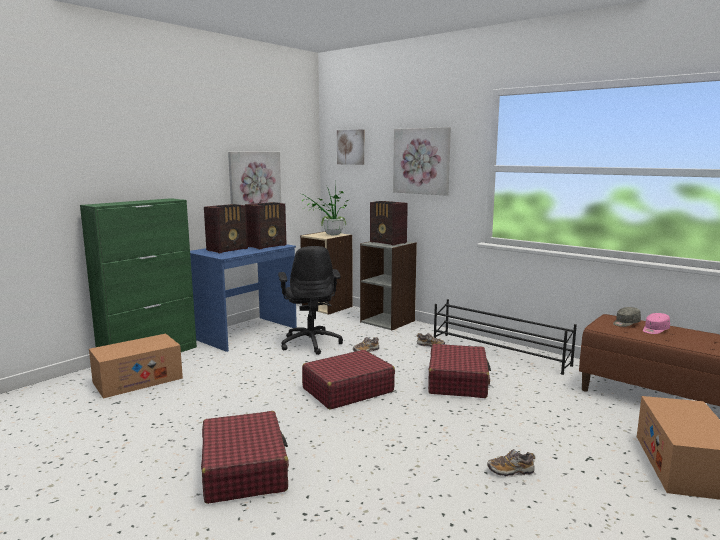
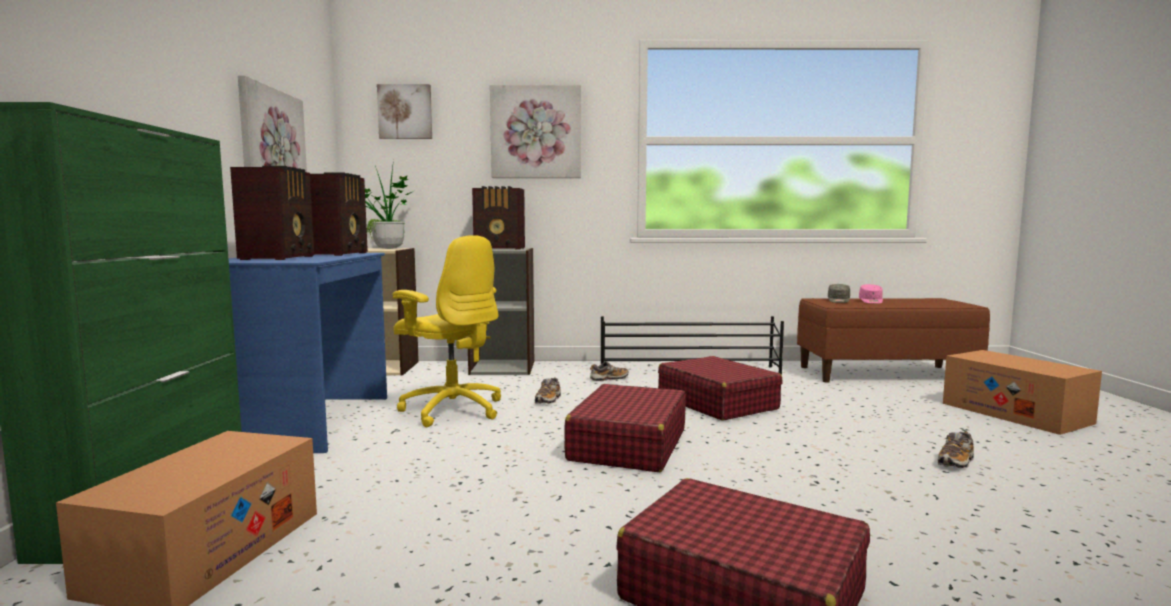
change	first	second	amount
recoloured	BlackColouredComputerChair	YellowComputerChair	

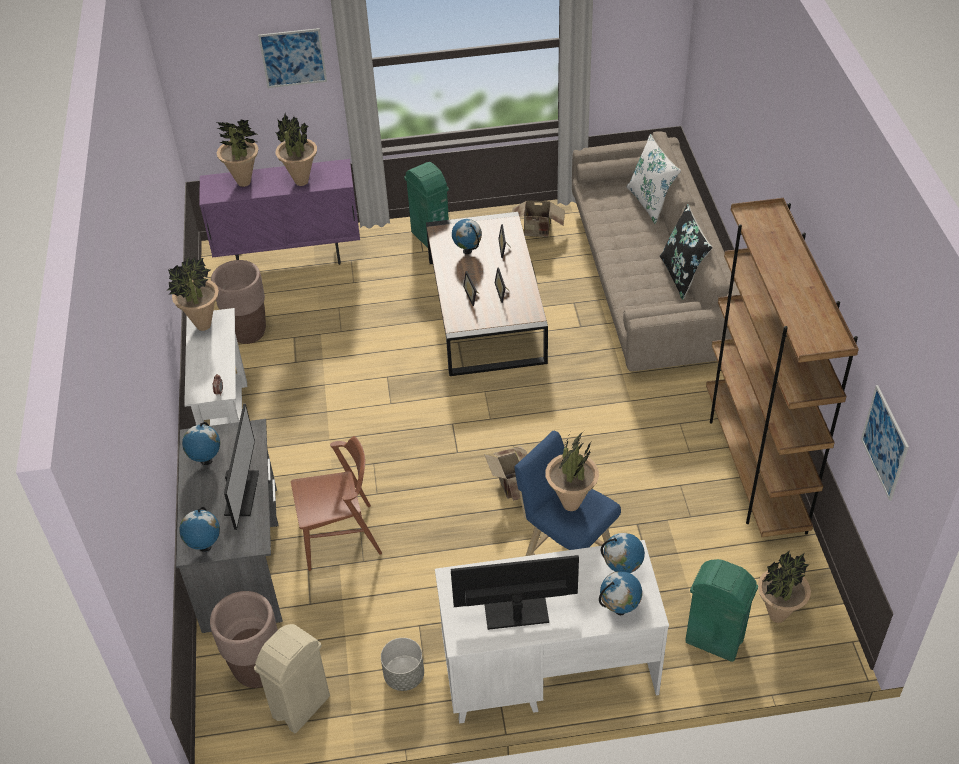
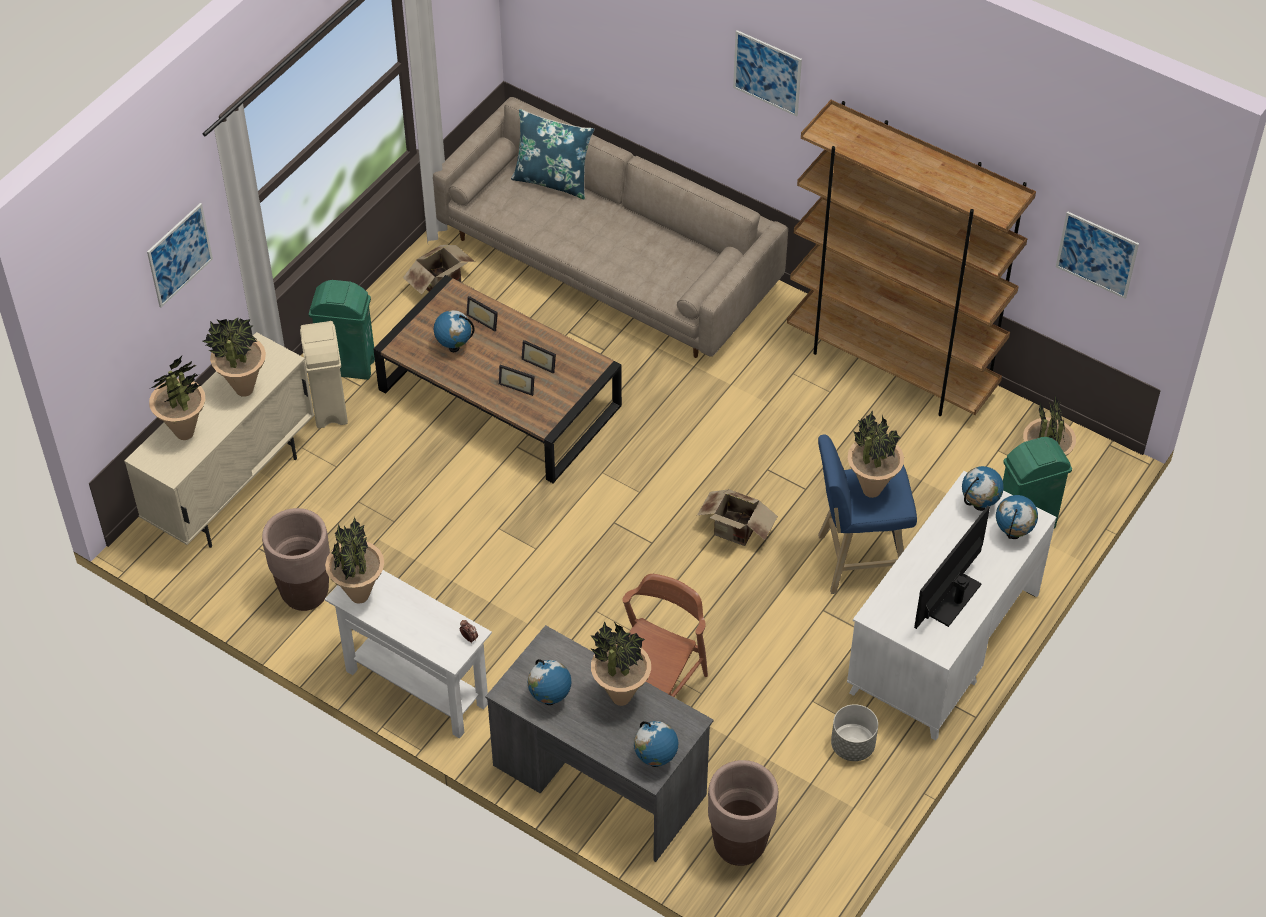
change	first	second	amount
recoloured	PurpleColouredStorageCabinet	BeigeColouredStorageCabinet	
moved	BeigeColouredTrashCan		
recoloured	WhitePillow	BlueColouredPillow	
replaced	Monitor (1st from left)	PottedPlant (4th from left)	
added		WallArt (2nd from left)	
removed	BlackColouredPillow		

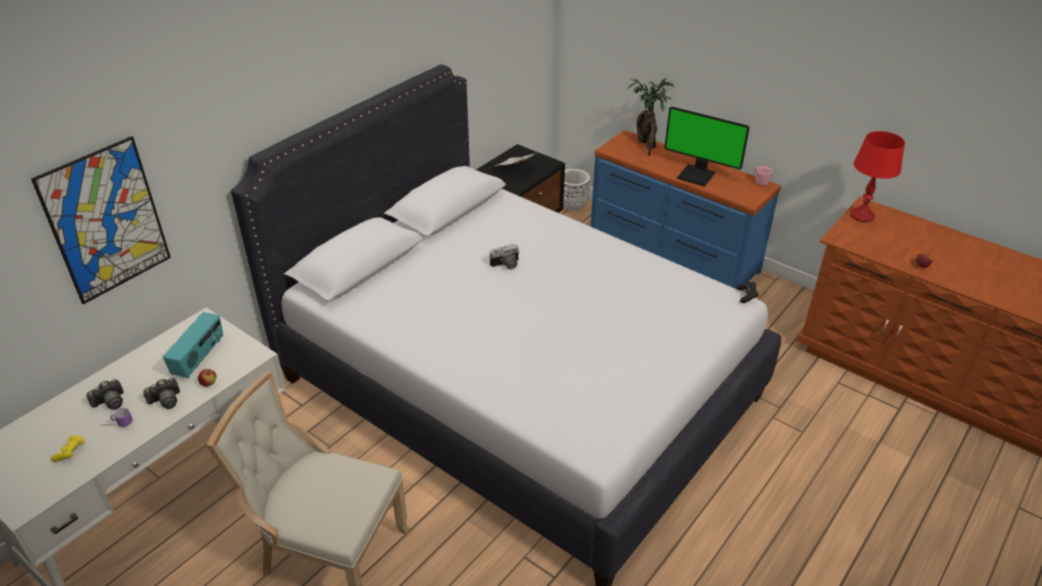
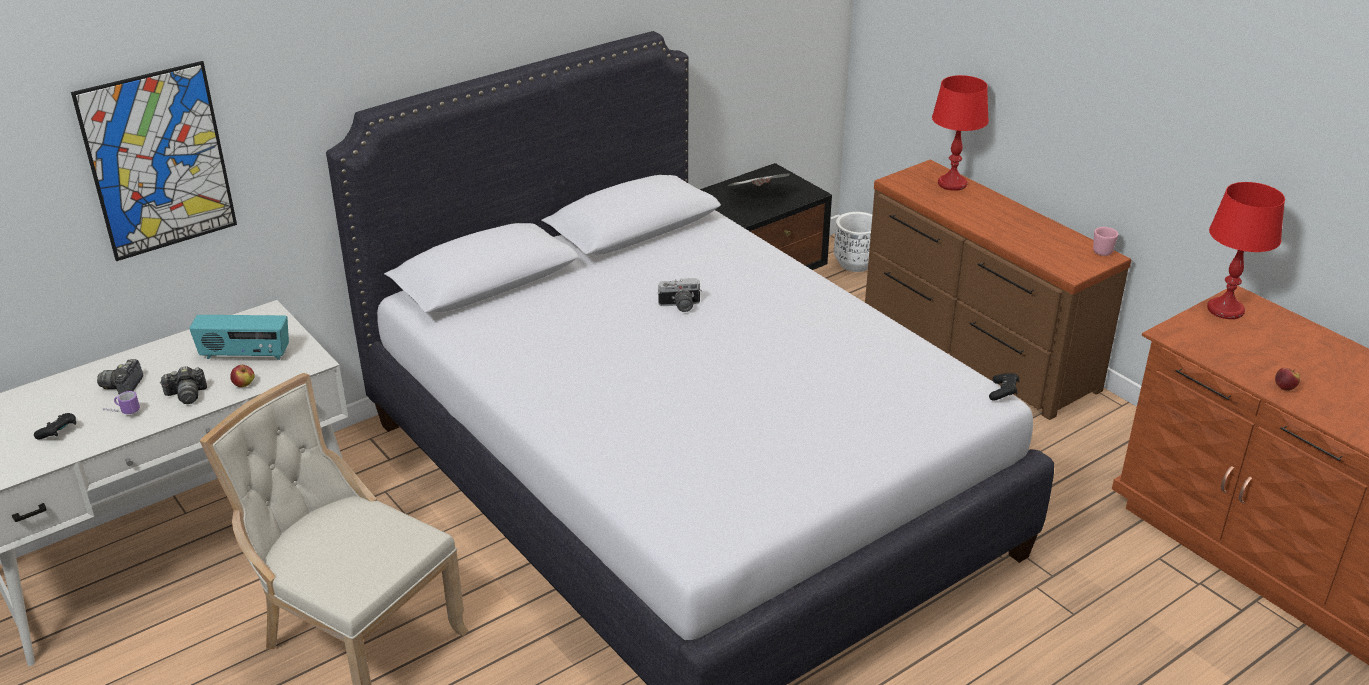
change	first	second	amount
recoloured	YellowGameController	BlackColouredGameController (1st from left)	
turned	StillCamera (1st from left)		120 degrees clockwise
turned	RadioReceiver		60 degrees clockwise
recoloured	BlueColouredChestOfDrawers	BrownishChestOfDrawers (1st from left)	
replaced	PottedPlant	RedColouredLampForATable (1st from left)	
removed	Monitor		

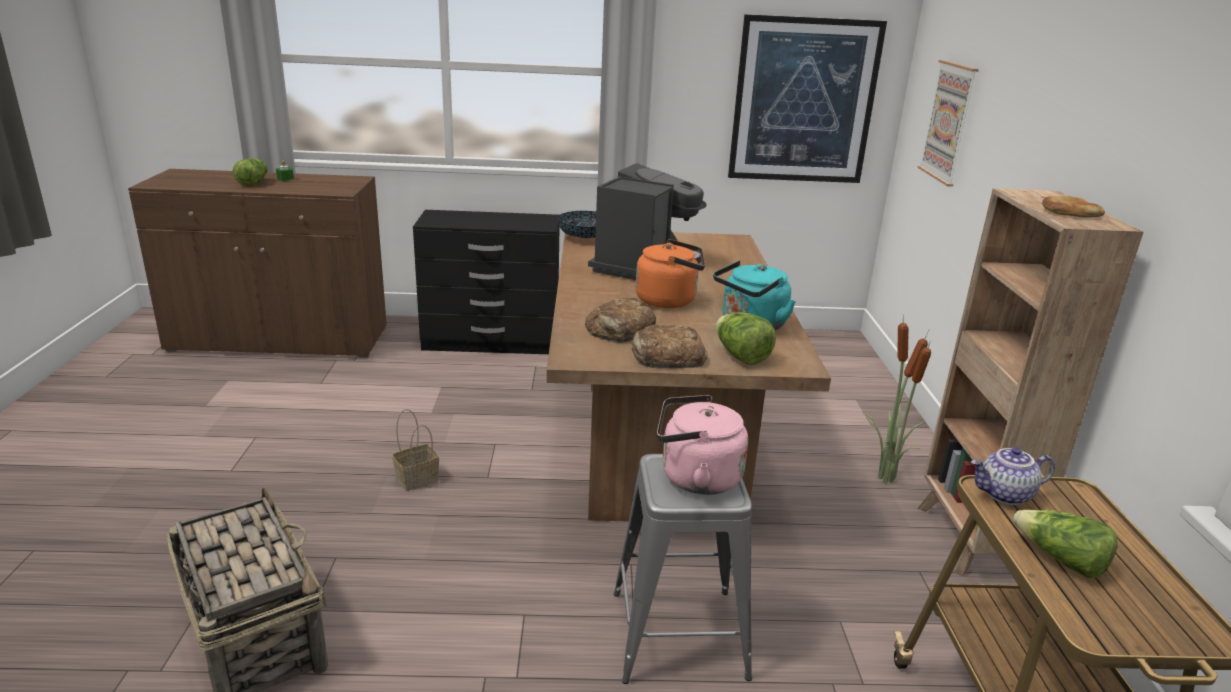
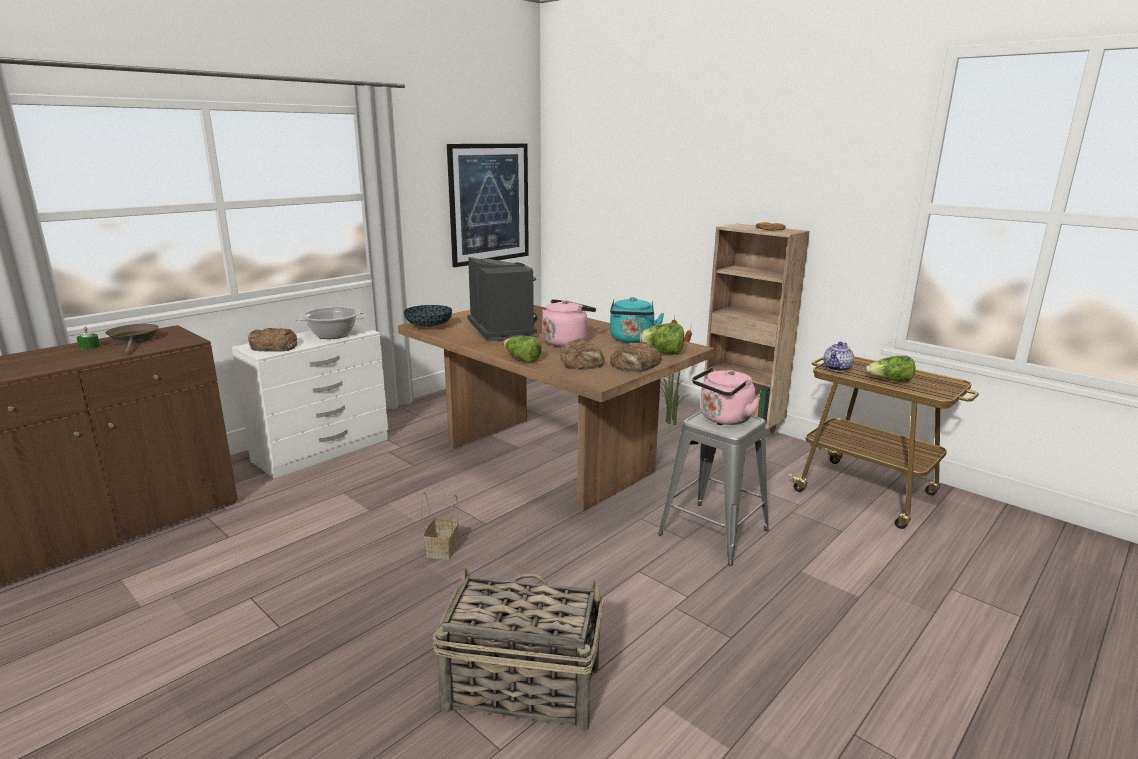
change	first	second	amount
added		BrownishFryingPan	
recoloured	BlackColouredChestOfDrawers	WhiteChestOfDrawers	
added		BakeryBread (1st from left)	
added		Stockpot	
moved	LettuceHead (1st from left)		
recoloured	OrangeTeaKettle	PinkColouredTeaKettle (1st from left)	
removed	WallArt (2nd from left)		

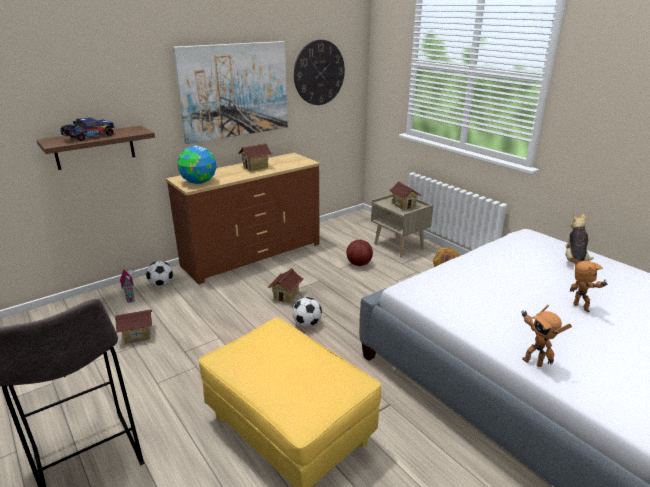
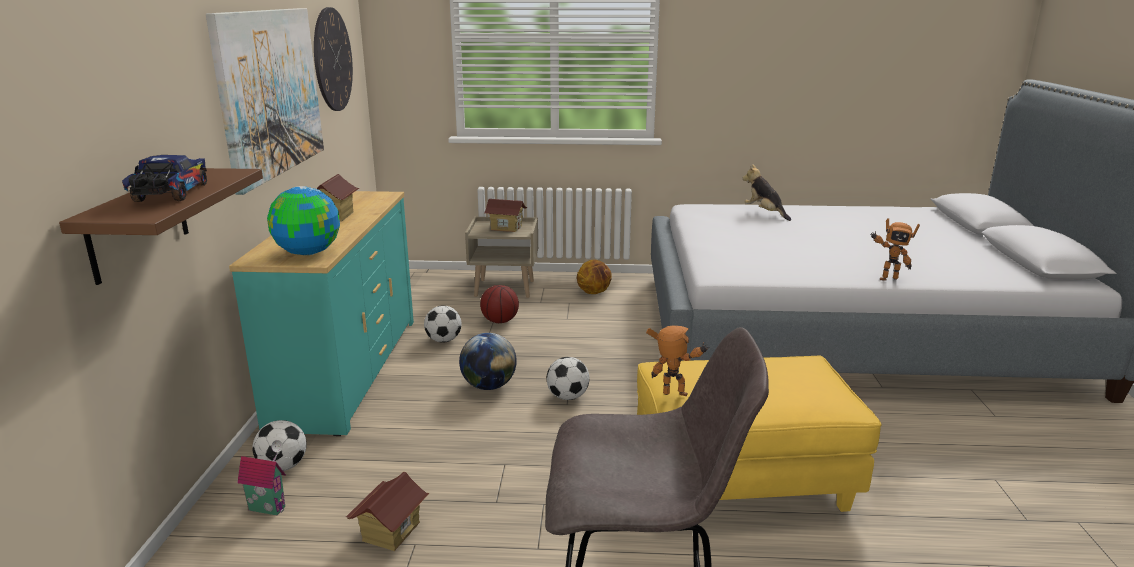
change	first	second	amount
recoloured	BrownishChestOfDrawers	BlueGreenChestOfDrawers	
added		Football (2nd from left)	
replaced	ModelHouse (4th from left)	DeskGlobe (2nd from left)	
moved	ModelRobot (2nd from left in the first image)	ModelRobot (1st from left)	

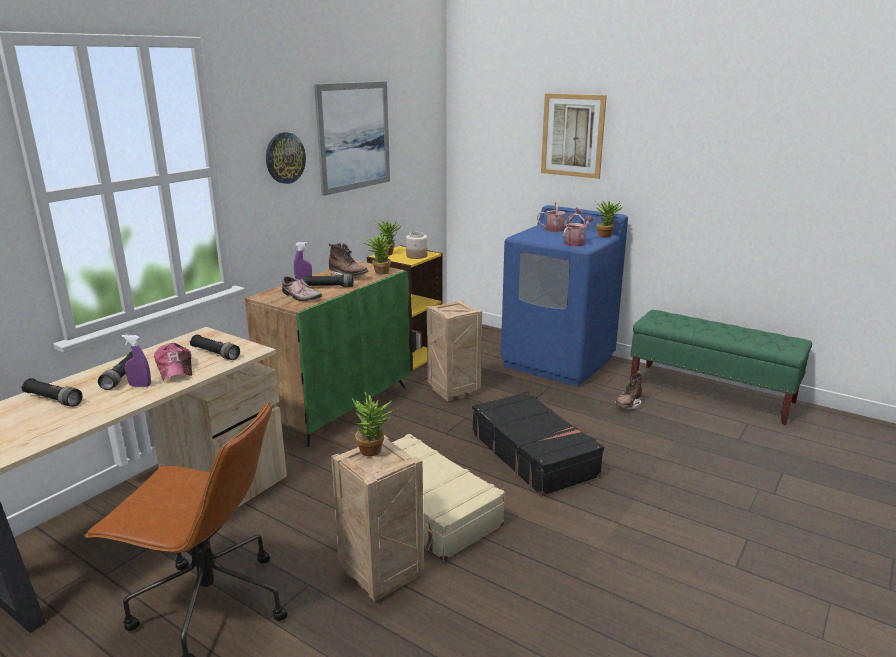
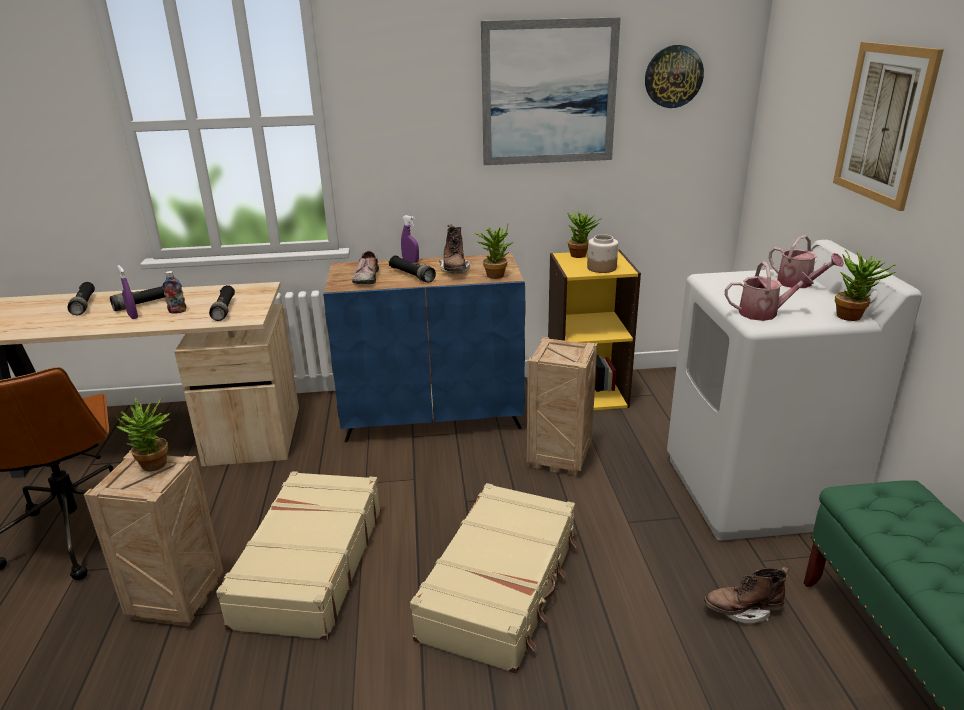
change	first	second	amount
replaced	BaseballCap	Bottle	
recoloured	GreenColouredStorageCabinet	BlueColouredStorageCabinet	
recoloured	BlackColouredTravelCase	BeigeColouredTravelCase (2nd from left)	
moved	WallClock		
recoloured	BlueColouredLaundryAppliance	WhiteLaundryAppliance	

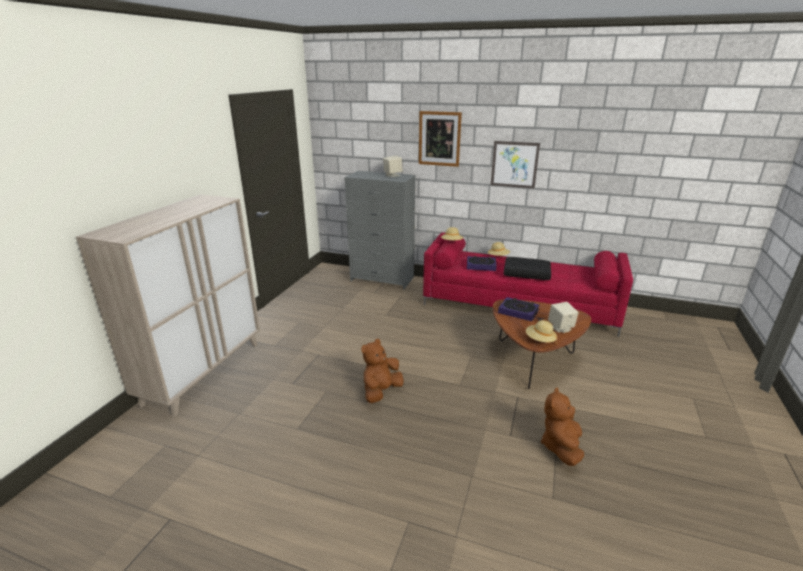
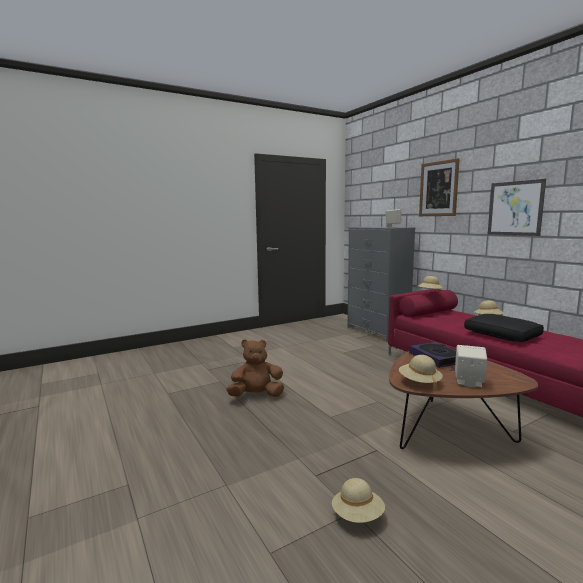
change	first	second	amount
replaced	BrownishSoftToy (2nd from left)	BeigeColouredClothingHat (1st from left)	
removed	BeigeColouredStorageCabinet		
removed	BoundBook (1st from left)		

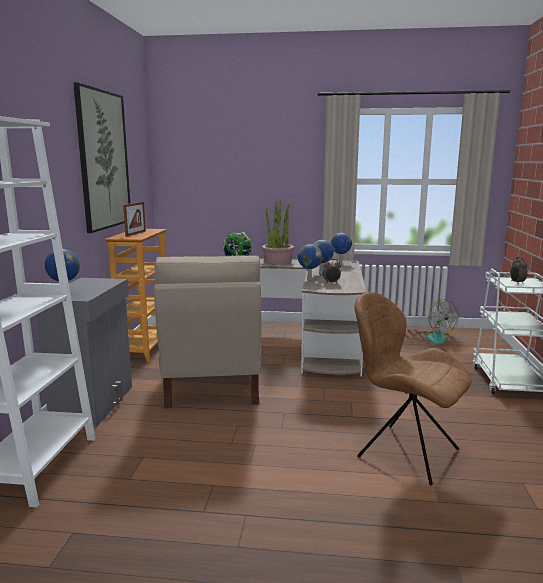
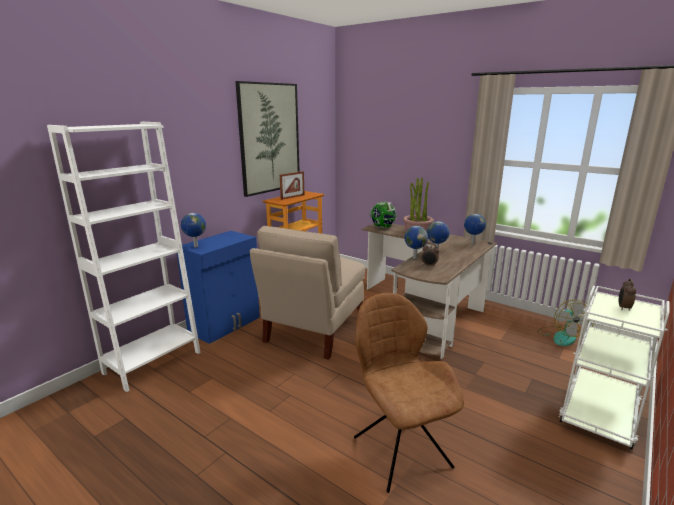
change	first	second	amount
recoloured	GreyishStorageCabinet	BlueColouredStorageCabinet	

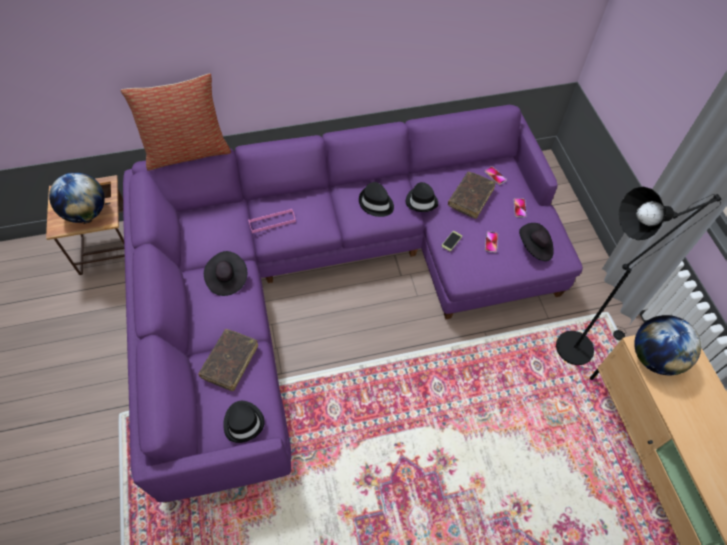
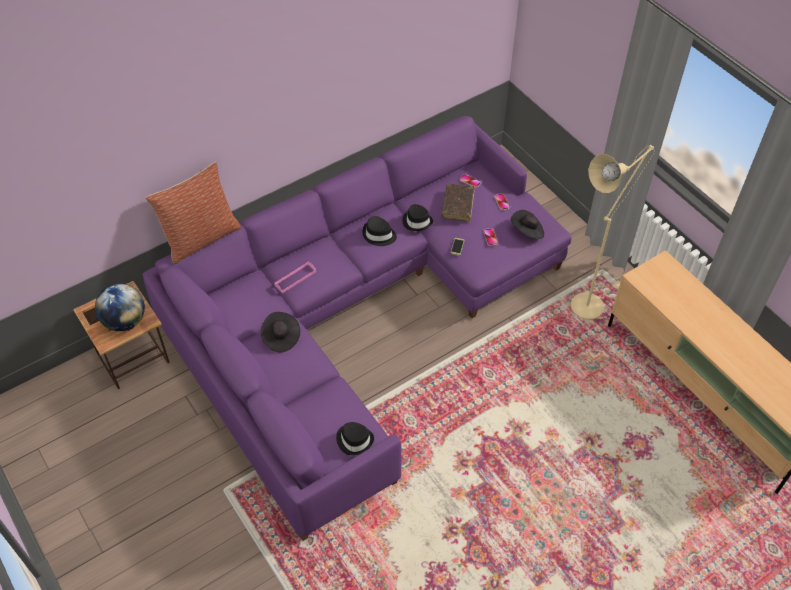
change	first	second	amount
recoloured	BlackColouredFloorLamp	BeigeColouredFloorLamp	
removed	BrownishBoundBook (1st from left)		
removed	DeskGlobe (2nd from left)		

